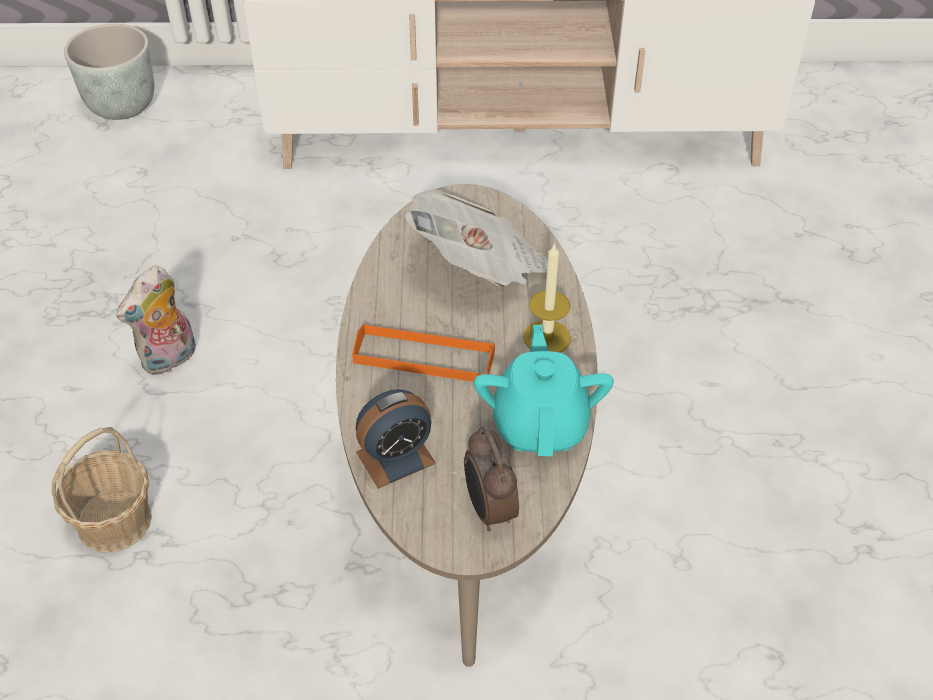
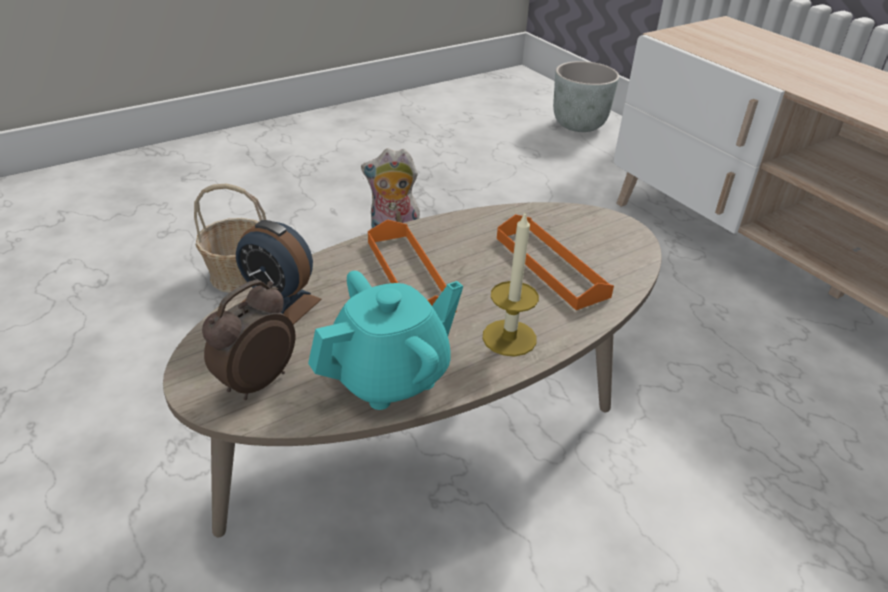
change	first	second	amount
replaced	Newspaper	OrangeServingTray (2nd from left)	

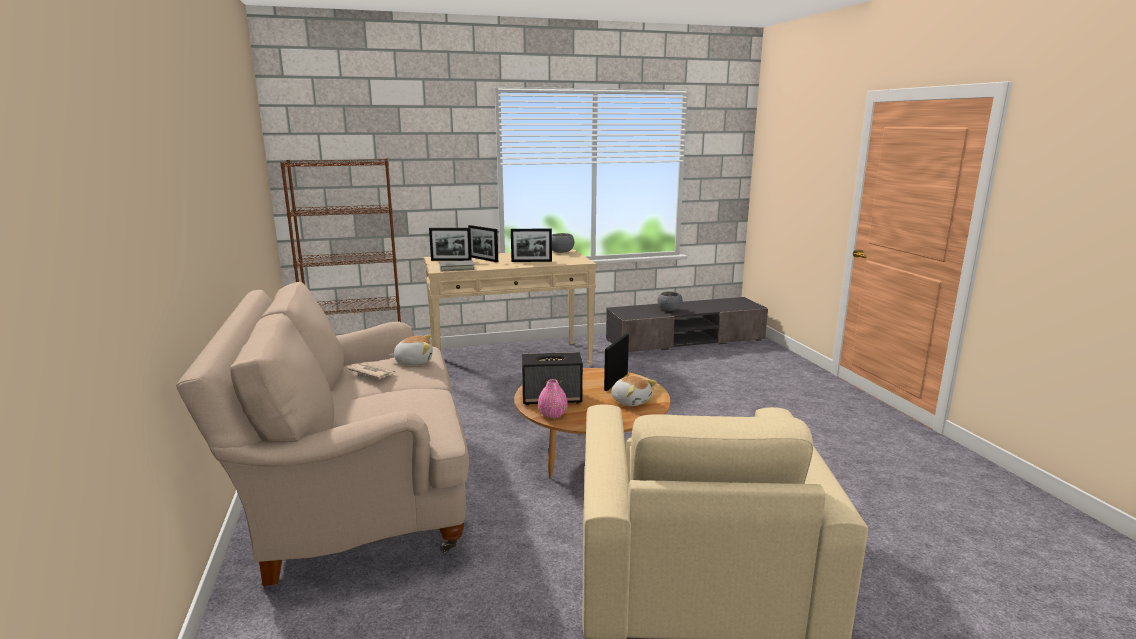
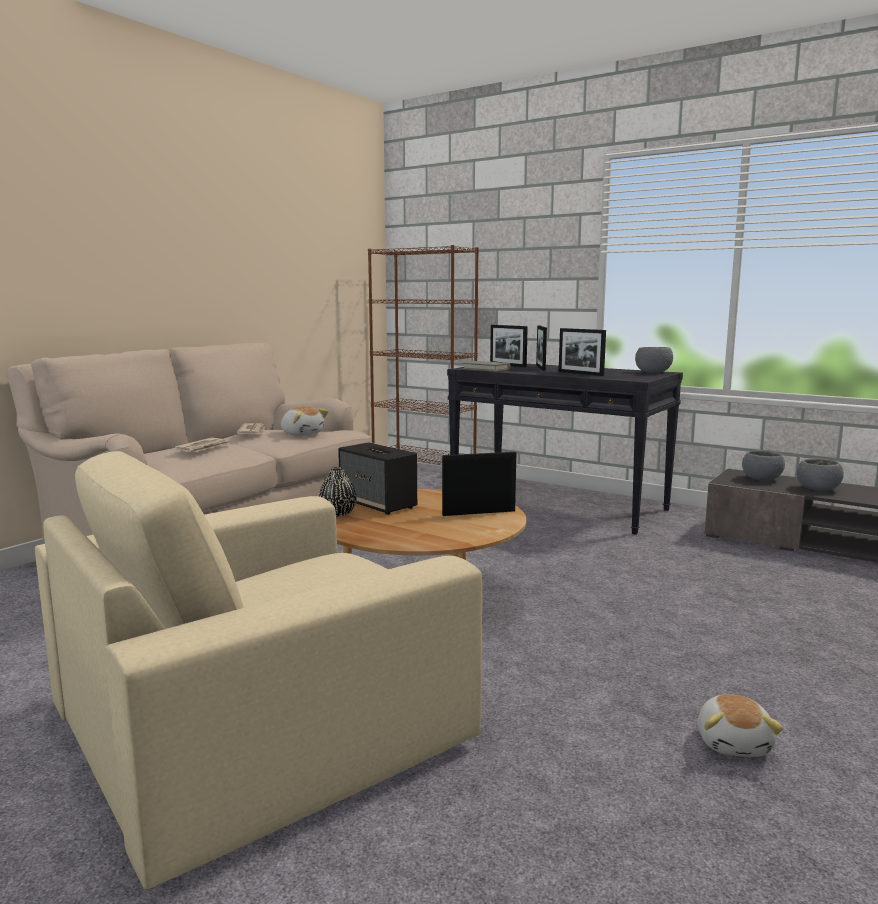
change	first	second	amount
added		Newspaper (1st from left)	
recoloured	PinkColouredFlowerVase	BlackColouredFlowerVase	
recoloured	BeigeColouredConsoleTable	BlackColouredConsoleTable	
moved	SoftToy (2nd from left)		
added		GreyishDeepDish (2nd from left)	

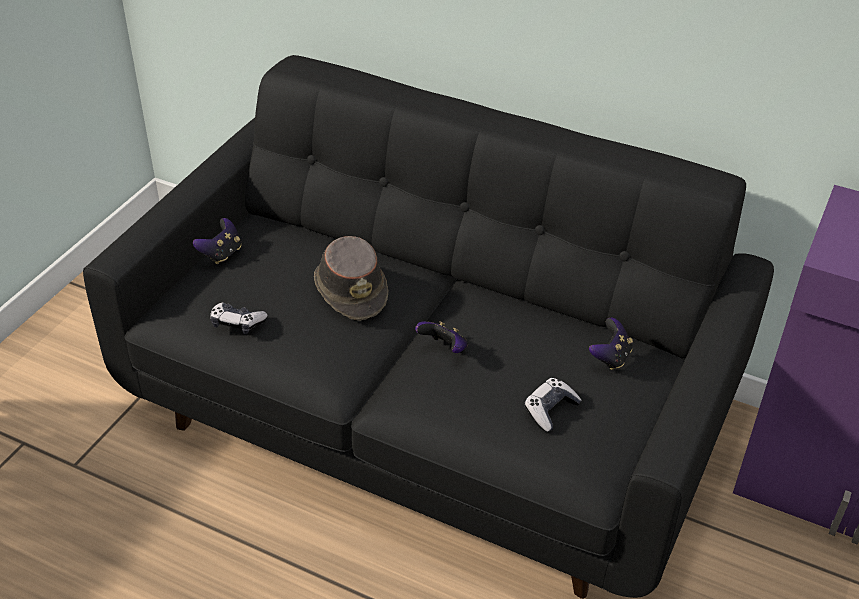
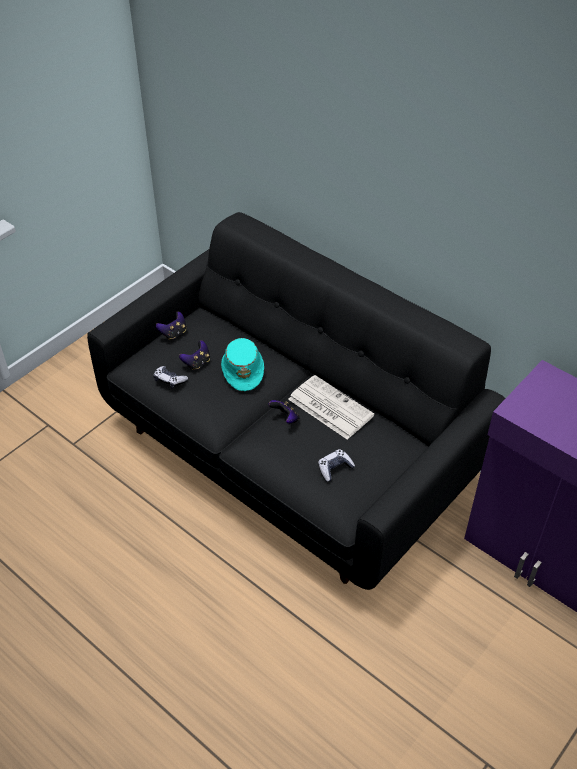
change	first	second	amount
moved	GameController (5th from left in the first image)	GameController (3rd from left)	
recoloured	BrownishClothingHat	BlueGreenClothingHat	
added		Newspaper	

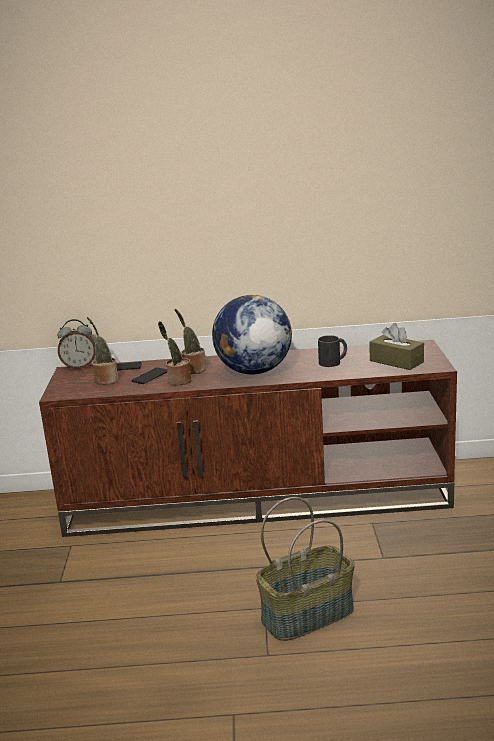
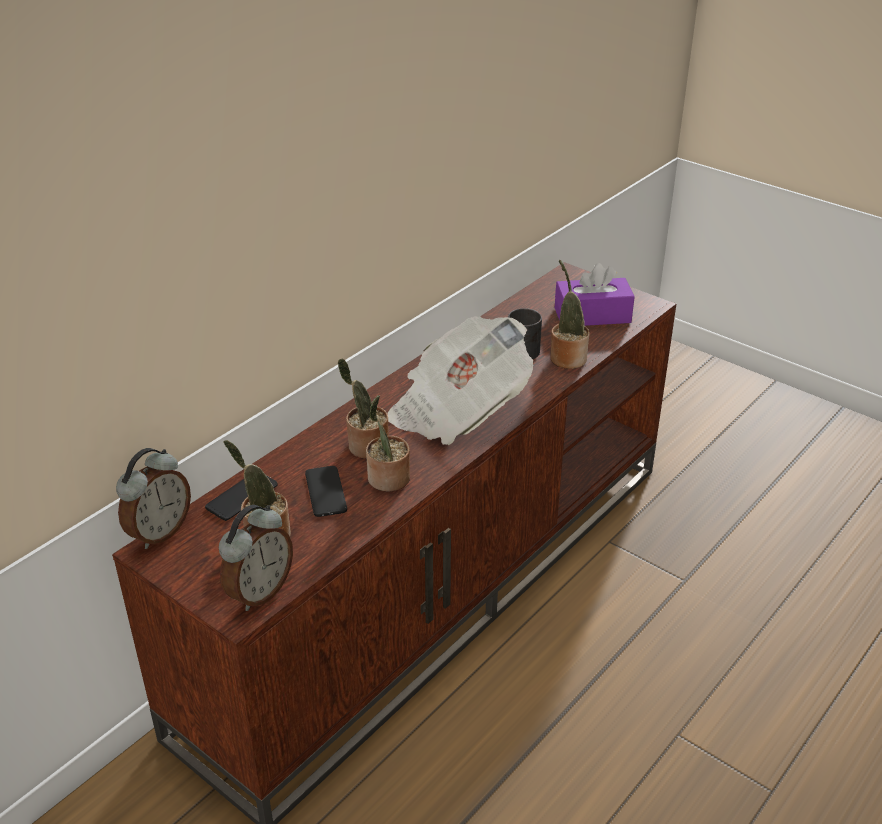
change	first	second	amount
added		BedsideClock (2nd from left)	
replaced	DeskGlobe	Newspaper	
added		PottedPlant (4th from left)	
recoloured	BrownishTissueBox	PurpleColouredTissueBox	
removed	HouseholdBasket		

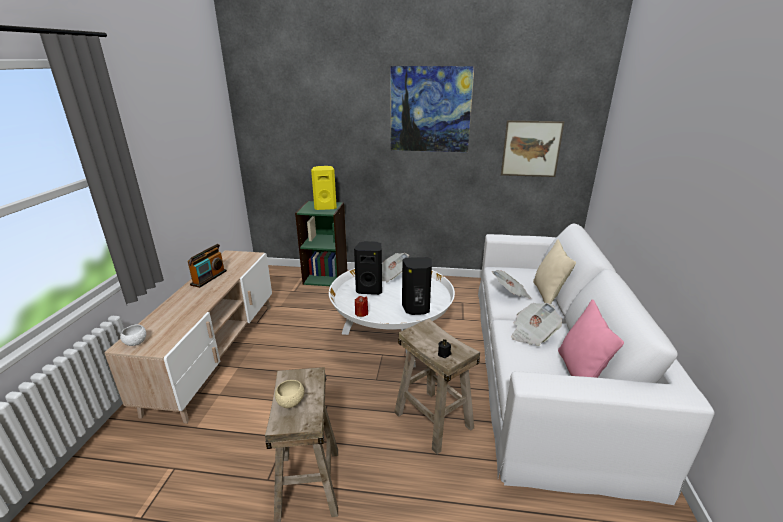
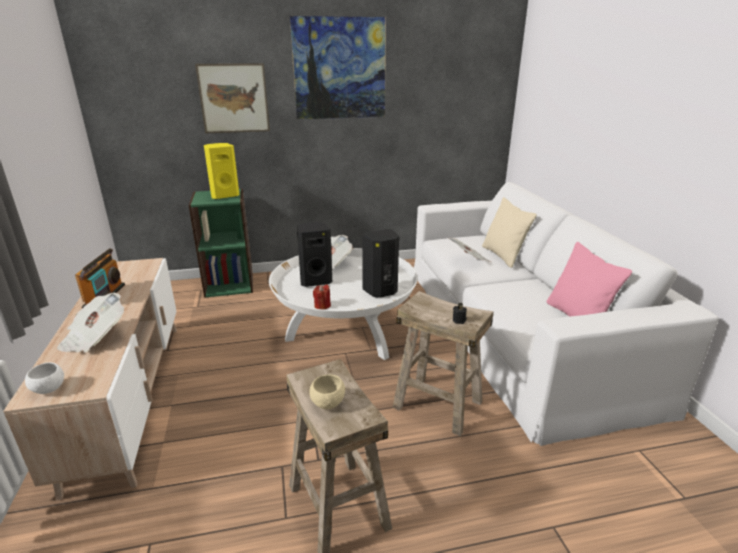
change	first	second	amount
moved	Newspaper (3rd from left in the first image)	Newspaper (1st from left)	
moved	WallArt (2nd from left in the first image)	WallArt (1st from left)	

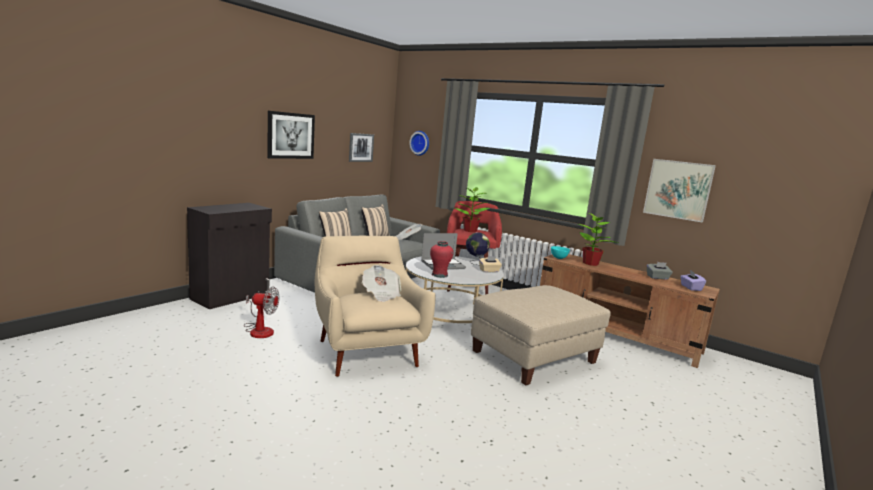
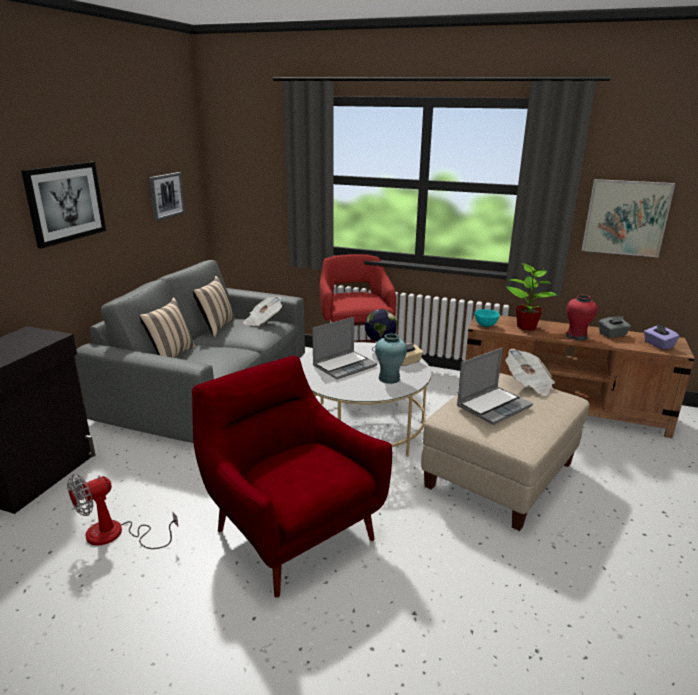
change	first	second	amount
turned	CoolingFan		150 degrees clockwise
recoloured	BeigeColouredLoungeChair	RedColouredLoungeChair	
added		BlueGreenFlowerVase	
added		PortableComputer (2nd from left)	
moved	Newspaper (1st from left in the first image)	Newspaper (2nd from left)	
moved	RedColouredFlowerVase		
removed	WallClock		
removed	PottedPlant (1st from left)		

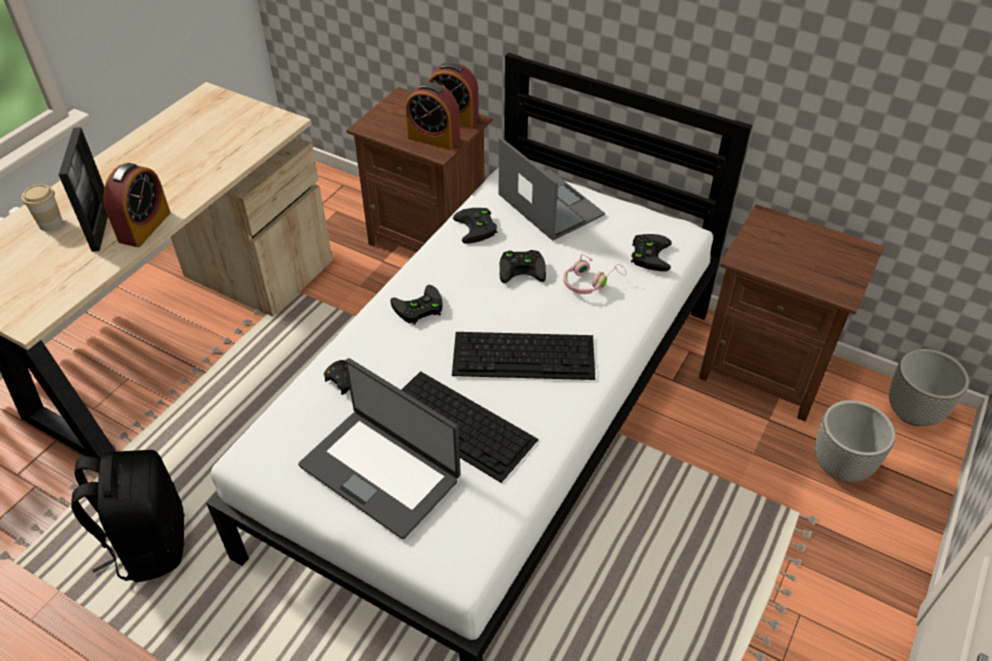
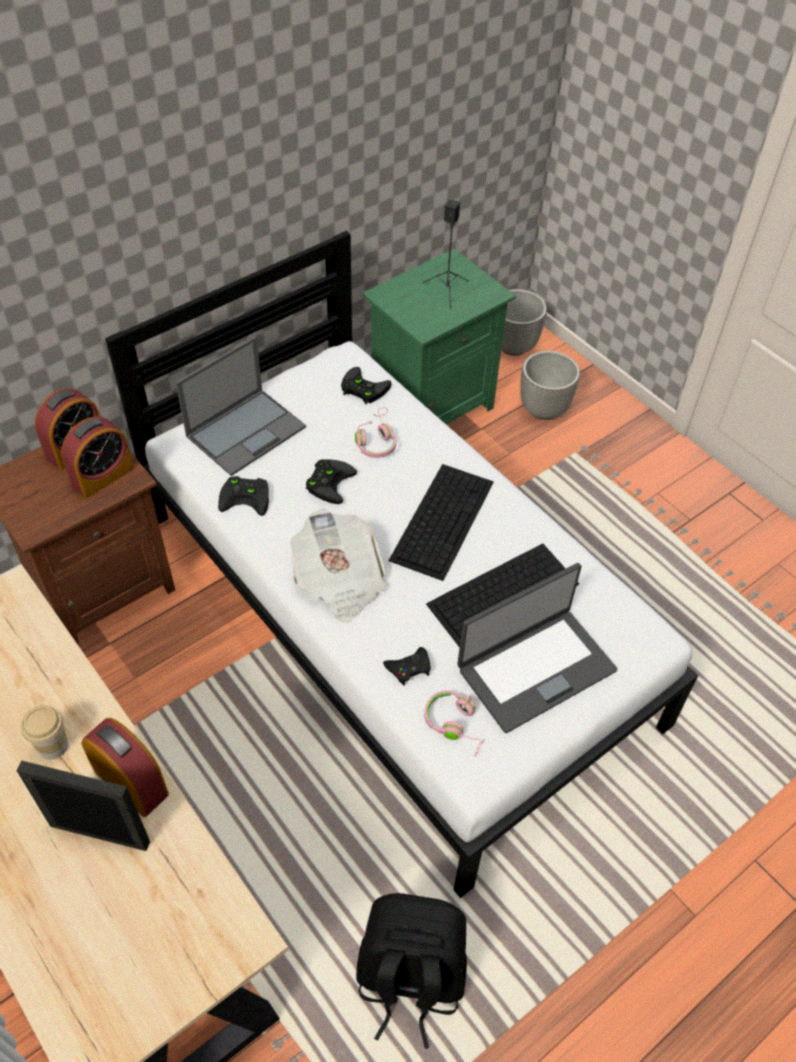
change	first	second	amount
moved	DrinkingCup		
turned	PortableComputer (2nd from left in the first image)	PortableComputer (1st from left)	150 degrees clockwise
replaced	BlackColouredGameController (2nd from left)	Newspaper	
recoloured	BrownishNightTable (2nd from left)	GreenColouredNightTable	
added		BlackColouredSpeaker	
added		PinkColouredHeadset (2nd from left)	

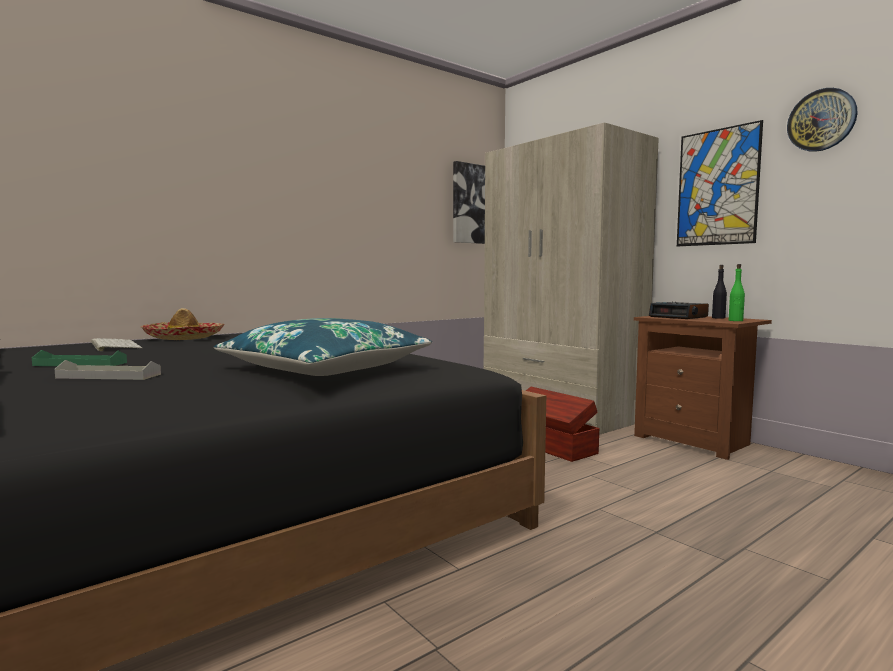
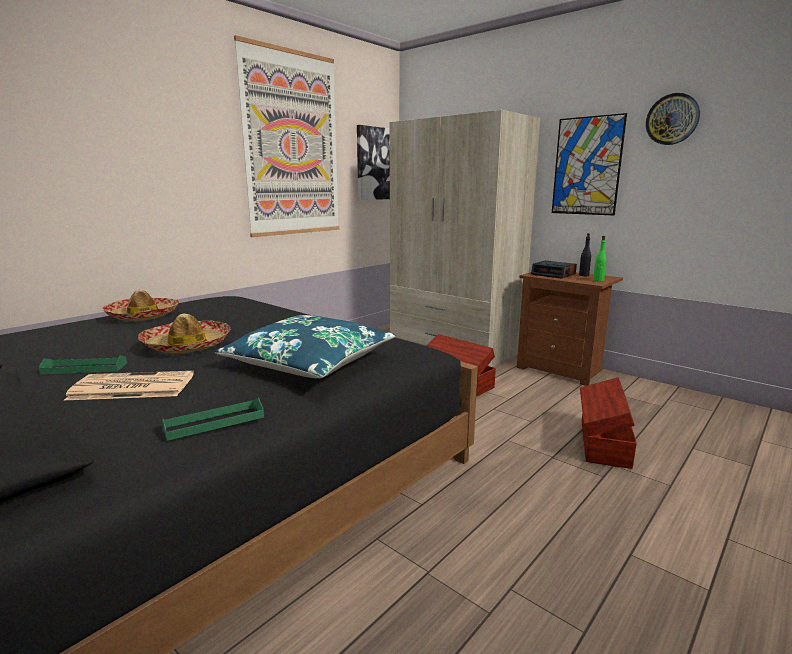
change	first	second	amount
replaced	GreyishServingTray	Newspaper	
added		ClothingHat (2nd from left)	
added		GreenColouredServingTray (2nd from left)	
added		WallArt (1st from left)	
added		BrownishStorageContainer (2nd from left)	
removed	PcKeyboard		

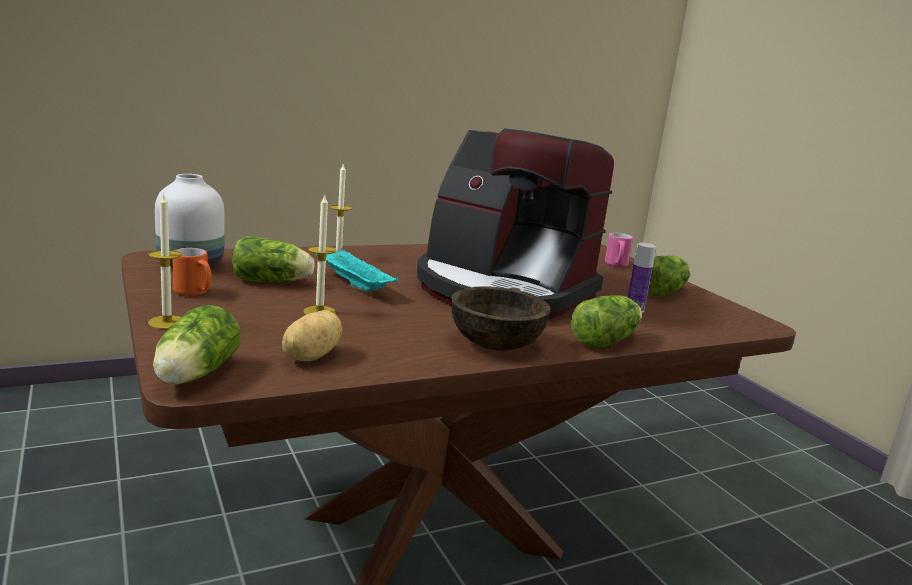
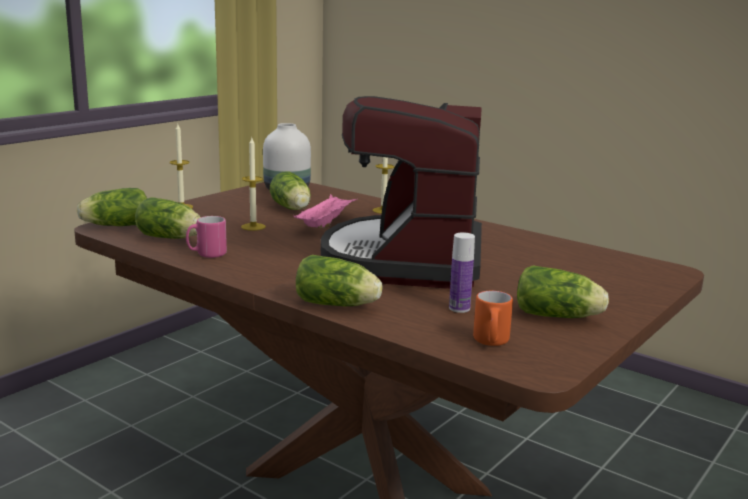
change	first	second	amount
replaced	Spud	LettuceHead (2nd from left)	
moved	PinkColouredMug		
recoloured	BlueGreenServingTray	PinkColouredServingTray	
moved	OrangeMug		
removed	BrownishDeepDish		

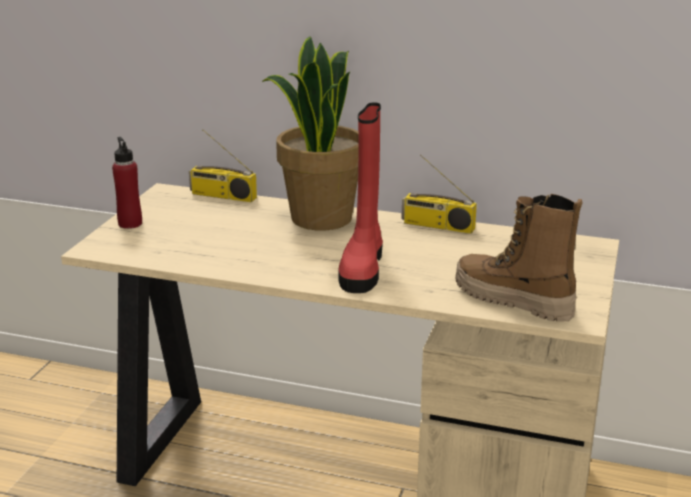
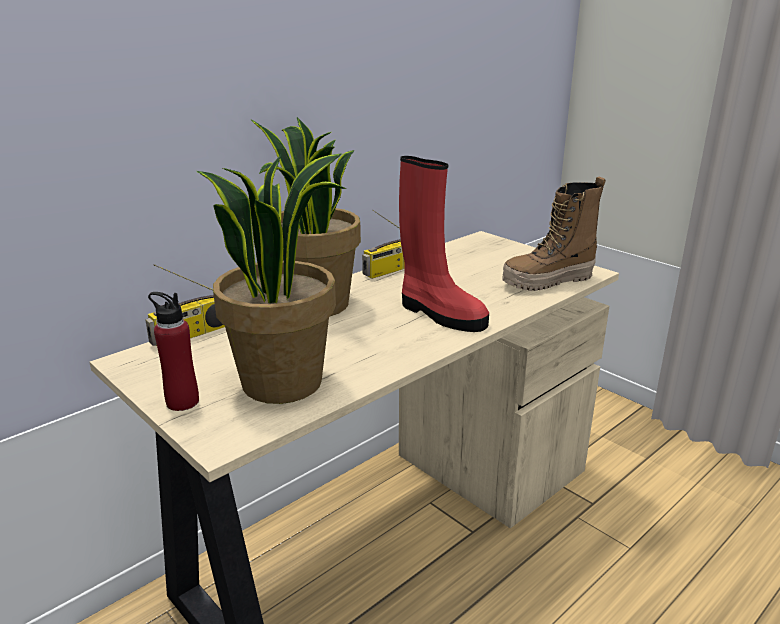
change	first	second	amount
added		PottedPlant (1st from left)	

